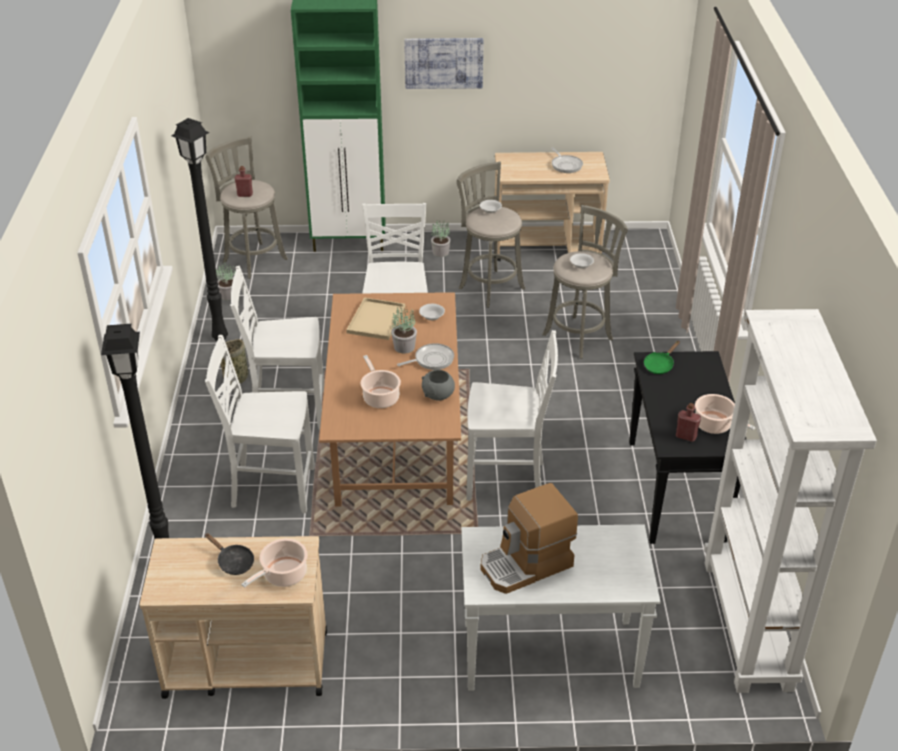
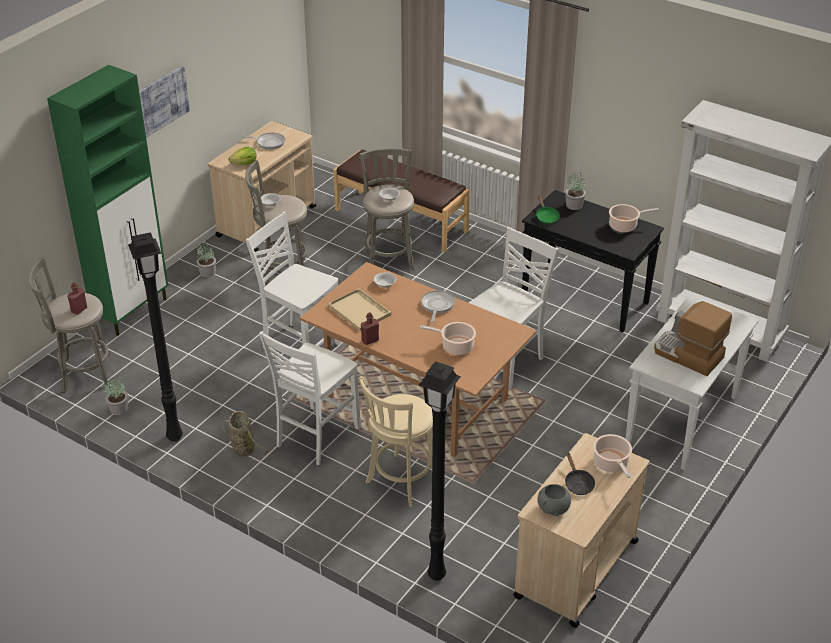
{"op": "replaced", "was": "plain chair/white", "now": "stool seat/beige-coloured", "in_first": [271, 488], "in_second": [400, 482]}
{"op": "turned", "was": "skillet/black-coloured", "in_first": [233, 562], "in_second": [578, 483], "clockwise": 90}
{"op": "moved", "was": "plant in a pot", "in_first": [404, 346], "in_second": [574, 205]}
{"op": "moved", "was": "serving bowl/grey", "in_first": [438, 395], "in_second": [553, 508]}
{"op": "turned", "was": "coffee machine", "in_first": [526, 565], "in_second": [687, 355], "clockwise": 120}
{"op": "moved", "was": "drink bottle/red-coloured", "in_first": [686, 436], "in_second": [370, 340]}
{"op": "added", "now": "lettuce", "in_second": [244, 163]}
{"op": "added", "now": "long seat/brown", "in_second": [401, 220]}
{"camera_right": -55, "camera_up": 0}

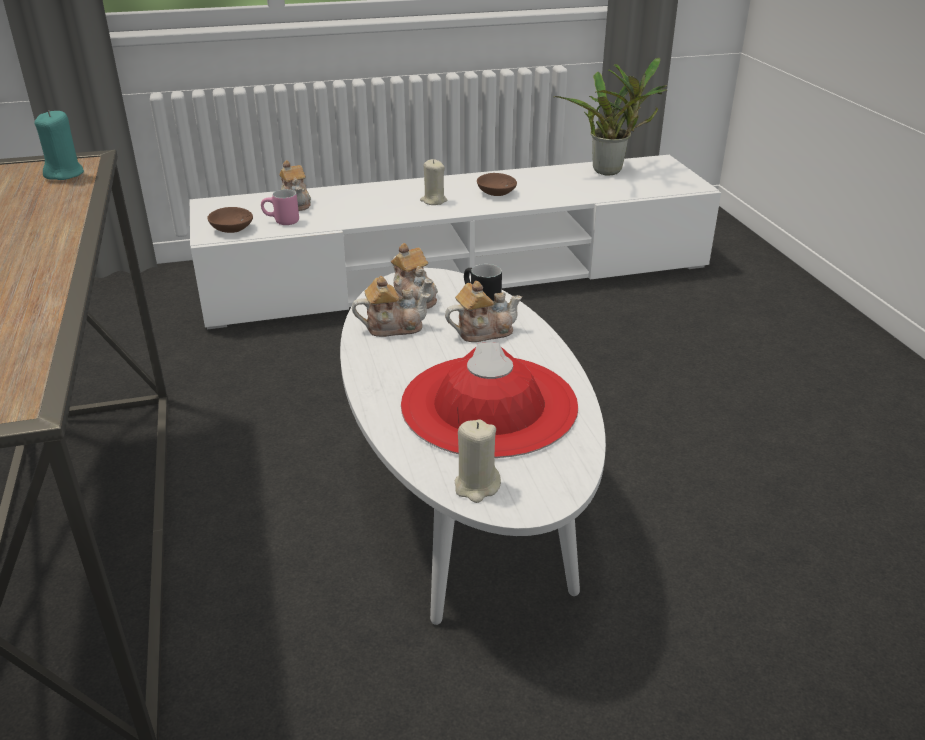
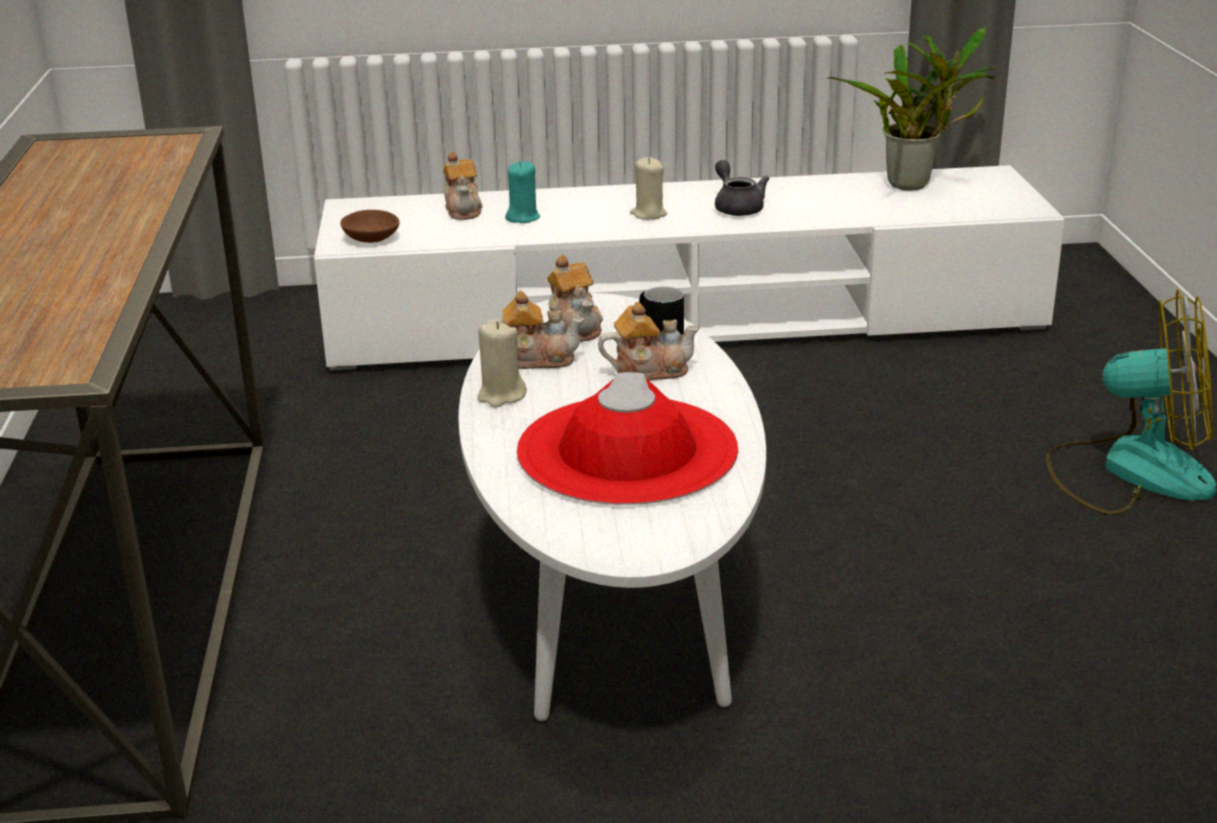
{"op": "moved", "was": "candle/blue-green", "in_first": [64, 174], "in_second": [523, 217]}
{"op": "removed", "was": "mug/pink-coloured", "in_first": [281, 222]}
{"op": "moved", "was": "candle/beige-coloured", "in_first": [476, 486], "in_second": [501, 396]}
{"op": "replaced", "was": "serving bowl/brown", "now": "pot for tea/grey", "in_first": [495, 193], "in_second": [737, 207]}
{"op": "added", "now": "fan", "in_second": [1130, 470]}
{"camera_right": 10, "camera_up": -5}

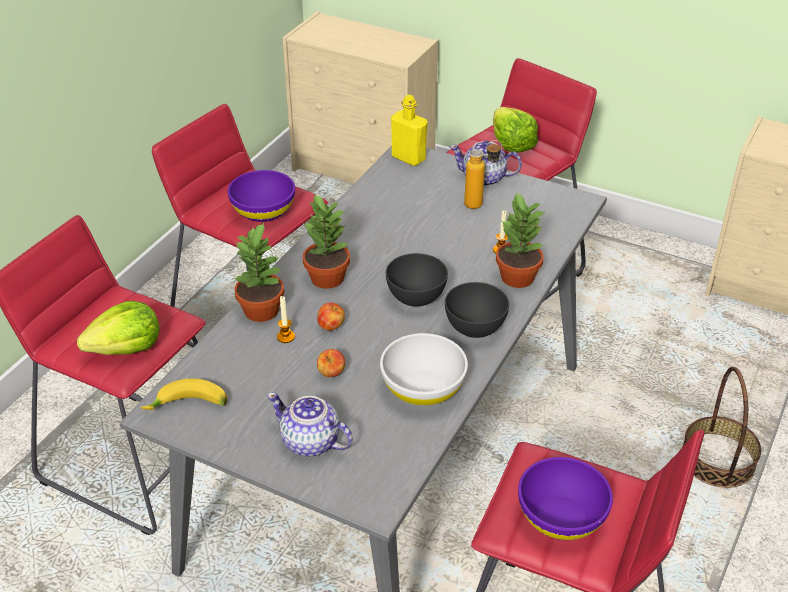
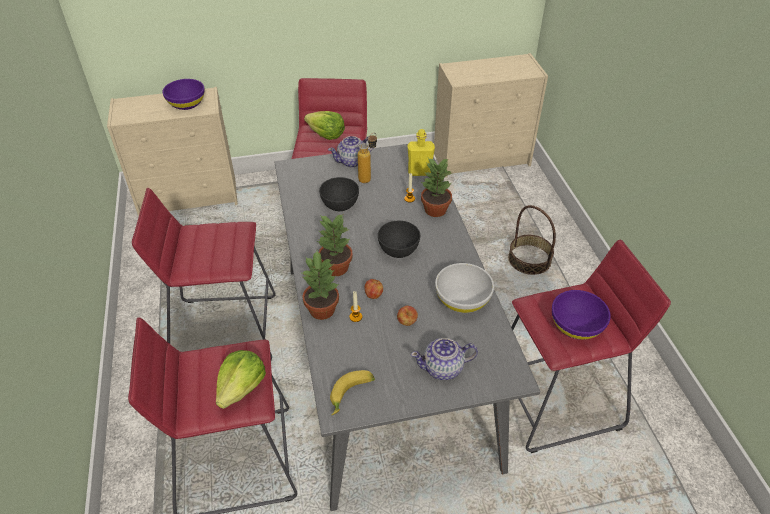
{"op": "moved", "was": "serving bowl/purple", "in_first": [263, 211], "in_second": [186, 104]}
{"op": "moved", "was": "drink bottle/yellow-coloured", "in_first": [408, 158], "in_second": [419, 172]}
{"op": "moved", "was": "serving bowl/grey", "in_first": [475, 328], "in_second": [340, 205]}
{"camera_right": -40, "camera_up": 5}

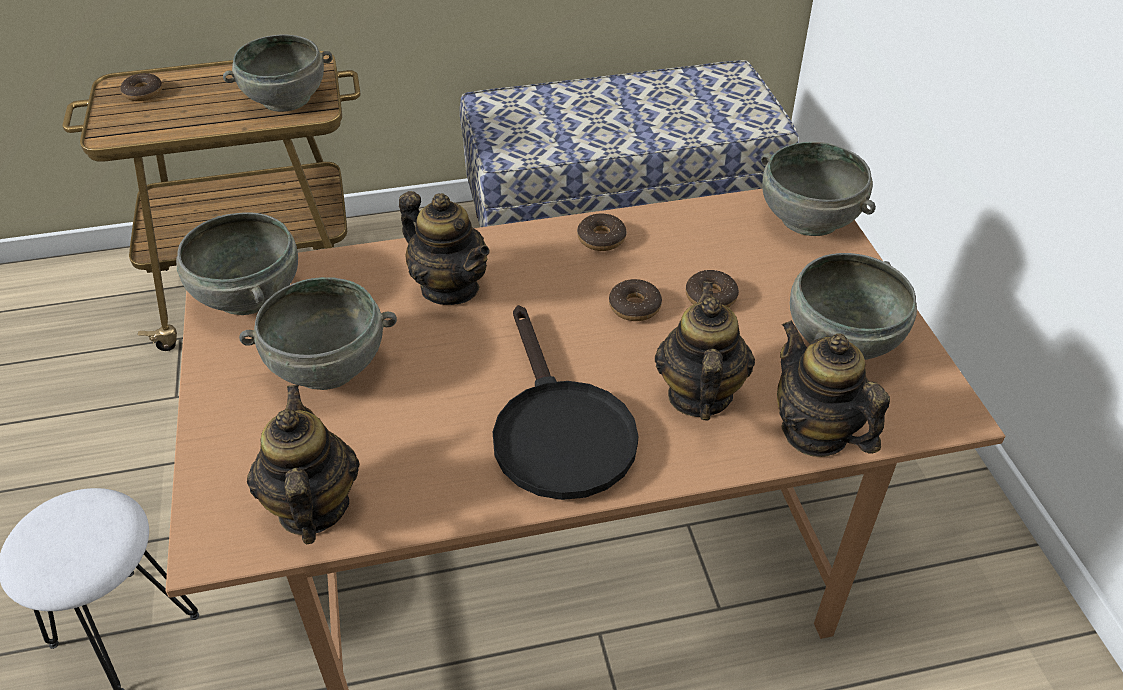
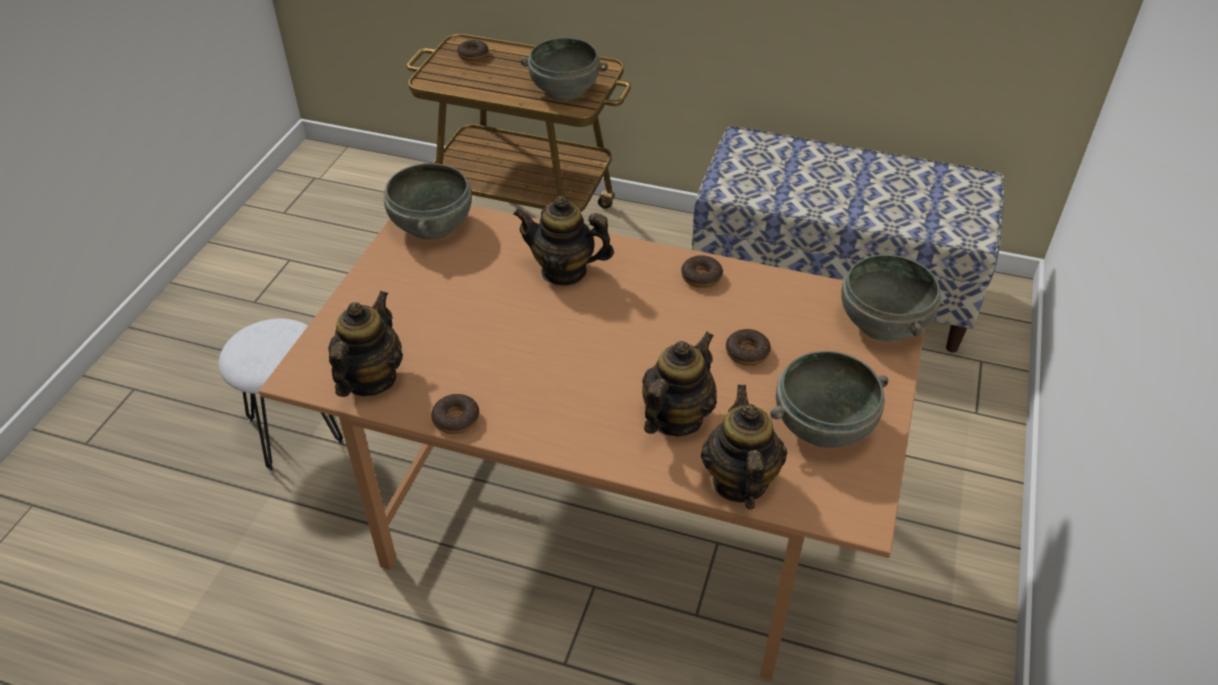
{"op": "removed", "was": "serving bowl/grey", "in_first": [327, 367]}
{"op": "turned", "was": "pot for tea", "in_first": [450, 287], "in_second": [564, 271], "clockwise": 120}
{"op": "removed", "was": "skillet/black-coloured", "in_first": [557, 429]}
{"op": "moved", "was": "donut", "in_first": [634, 306], "in_second": [456, 419]}
{"camera_right": 30, "camera_up": 0}

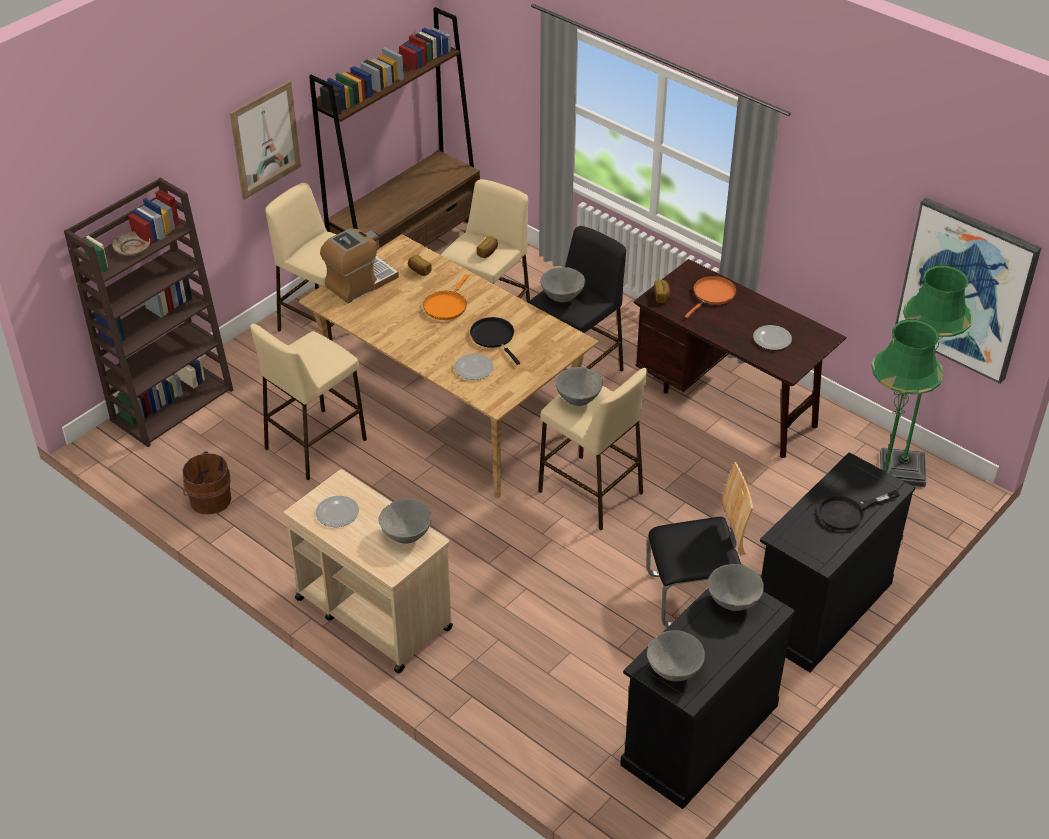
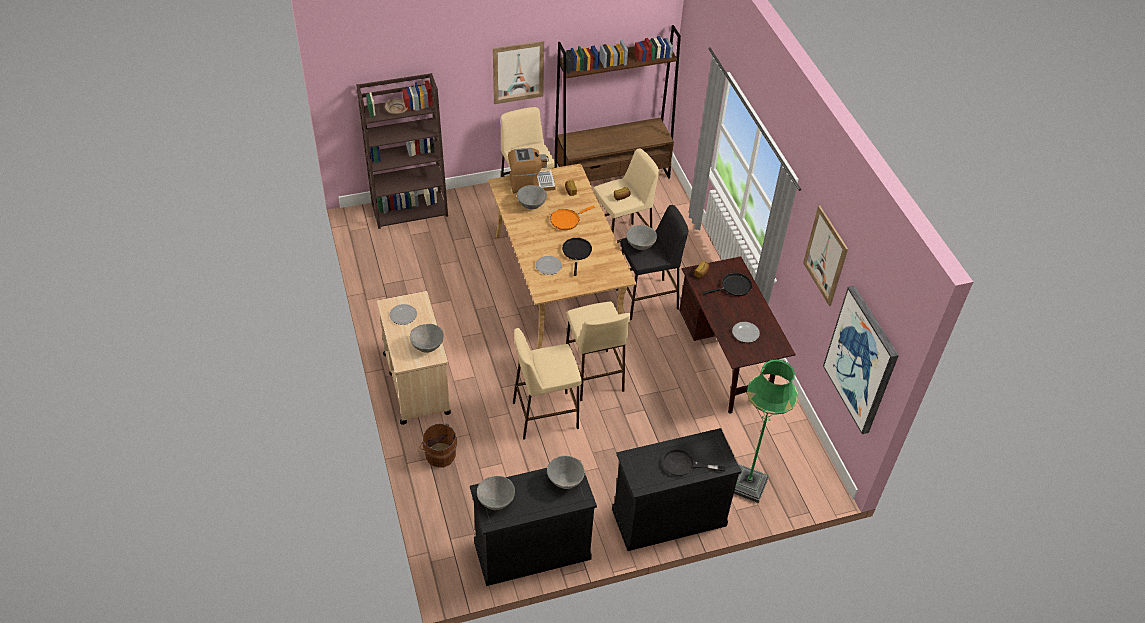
{"op": "moved", "was": "water bucket/brown", "in_first": [208, 499], "in_second": [439, 454]}
{"op": "moved", "was": "stool seat/beige-coloured", "in_first": [315, 444], "in_second": [544, 415]}
{"op": "moved", "was": "serving bowl/grey", "in_first": [578, 400], "in_second": [531, 205]}
{"op": "removed", "was": "plain chair", "in_first": [695, 596]}
{"op": "recoloured", "was": "skillet/orange-coloured", "now": "skillet/black-coloured", "in_first": [712, 295], "in_second": [734, 287]}
{"op": "removed", "was": "floor lamp/green-coloured", "in_first": [902, 469]}
{"op": "added", "now": "wall art", "in_second": [825, 256]}
{"camera_right": 30, "camera_up": 5}

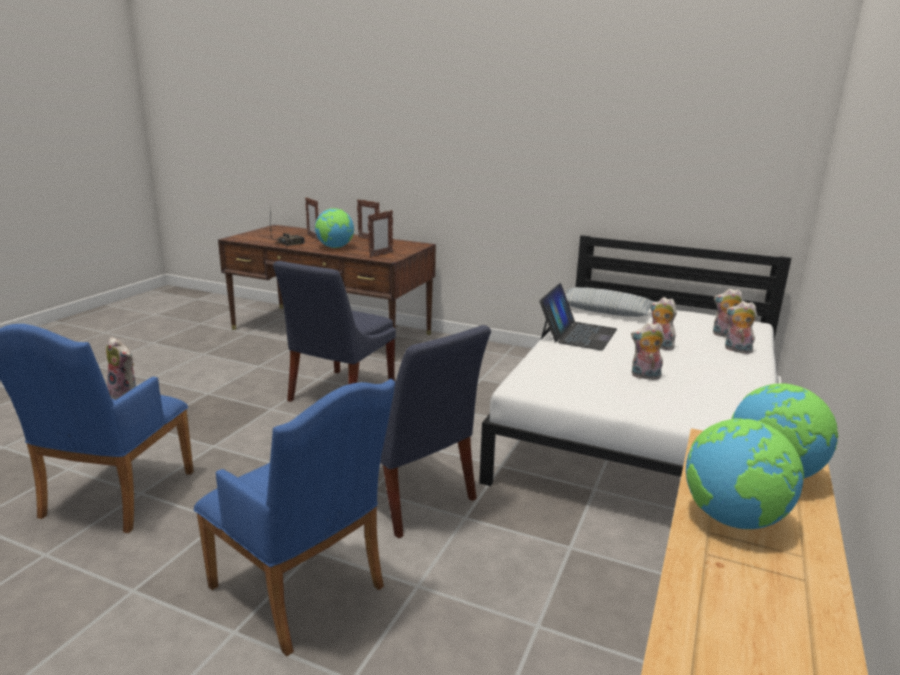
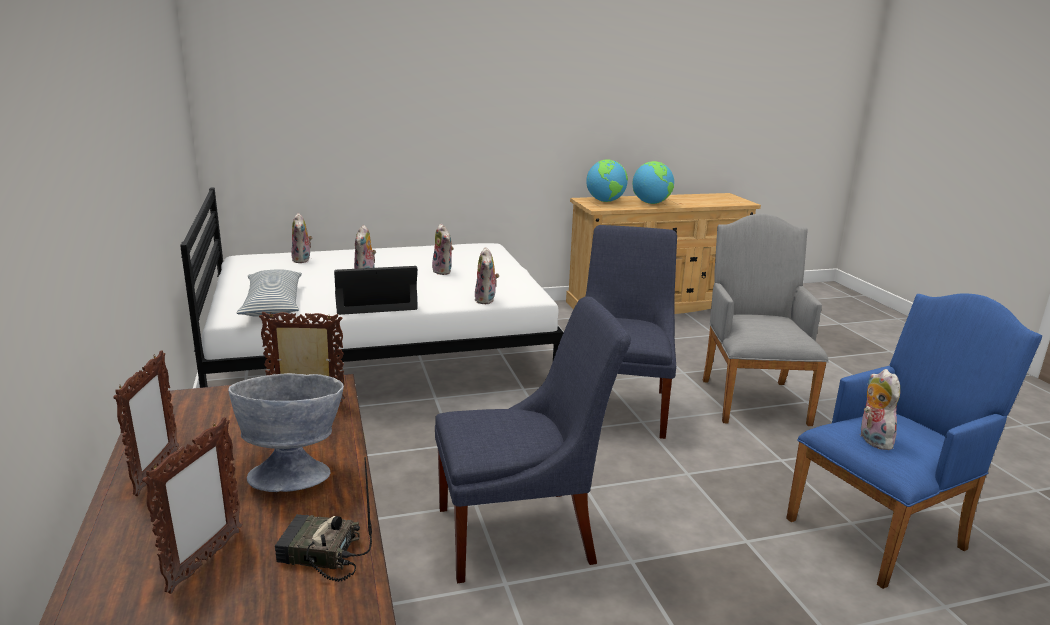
{"op": "recoloured", "was": "armchair/blue", "now": "armchair/grey", "in_first": [303, 592], "in_second": [752, 398]}
{"op": "replaced", "was": "globe", "now": "serving bowl/grey", "in_first": [335, 247], "in_second": [294, 472]}
{"op": "moved", "was": "cuddly toy", "in_first": [736, 350], "in_second": [486, 300]}
{"camera_right": -130, "camera_up": 0}

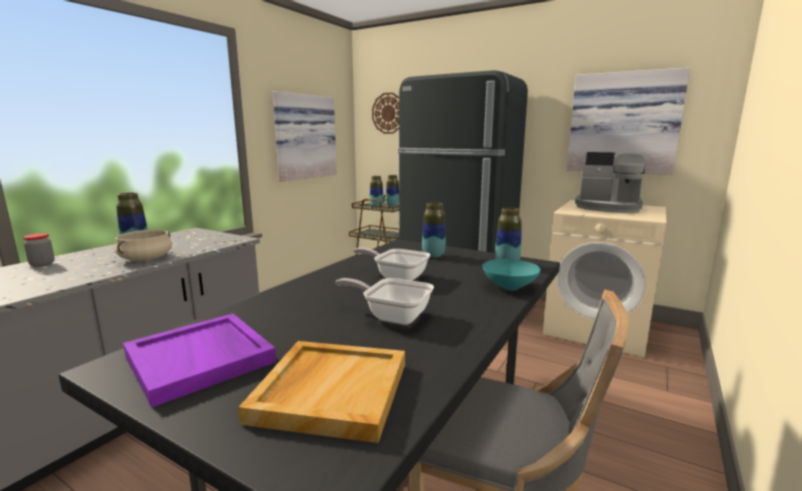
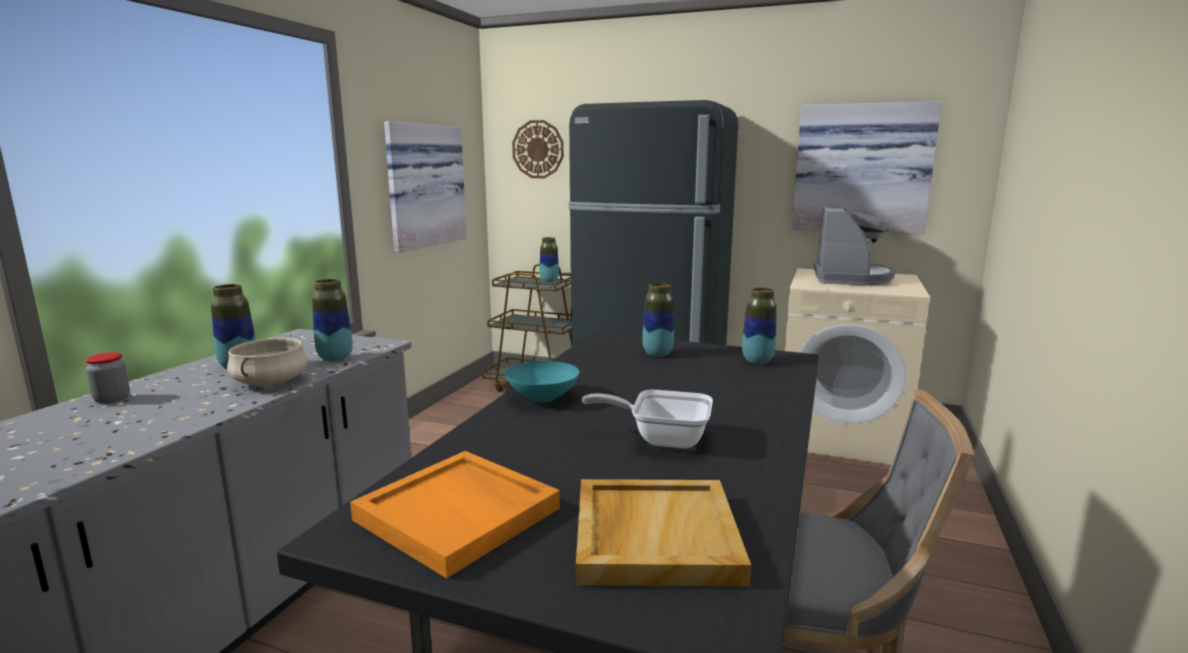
{"op": "recoloured", "was": "carrying tray/purple", "now": "carrying tray/orange-coloured", "in_first": [201, 359], "in_second": [460, 514]}
{"op": "removed", "was": "skillet", "in_first": [397, 277]}
{"op": "moved", "was": "flower vase", "in_first": [376, 207], "in_second": [335, 358]}
{"op": "moved", "was": "serving bowl/blue-green", "in_first": [508, 287], "in_second": [542, 398]}
{"op": "turned", "was": "coffee machine", "in_first": [608, 207], "in_second": [850, 278], "clockwise": -90}
{"camera_right": -10, "camera_up": 0}

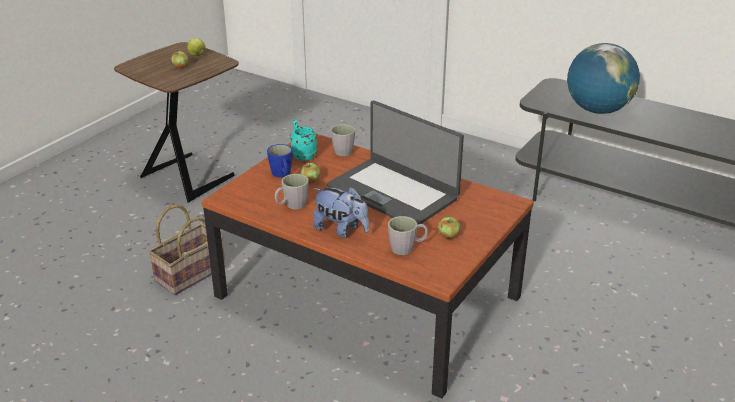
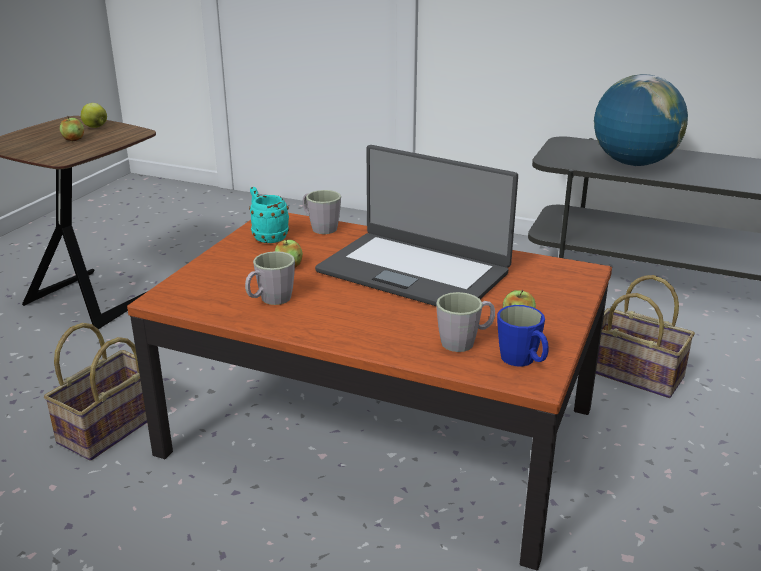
{"op": "moved", "was": "mug/blue", "in_first": [282, 175], "in_second": [523, 361]}
{"op": "removed", "was": "cuddly toy", "in_first": [341, 230]}
{"op": "added", "now": "household basket", "in_second": [637, 374]}
{"camera_right": -10, "camera_up": -5}

